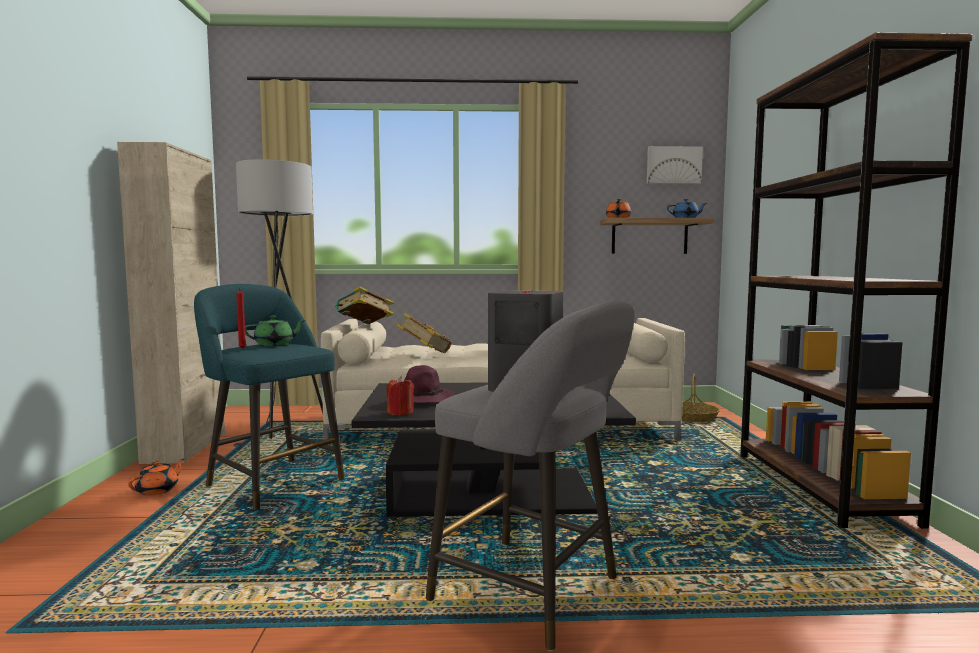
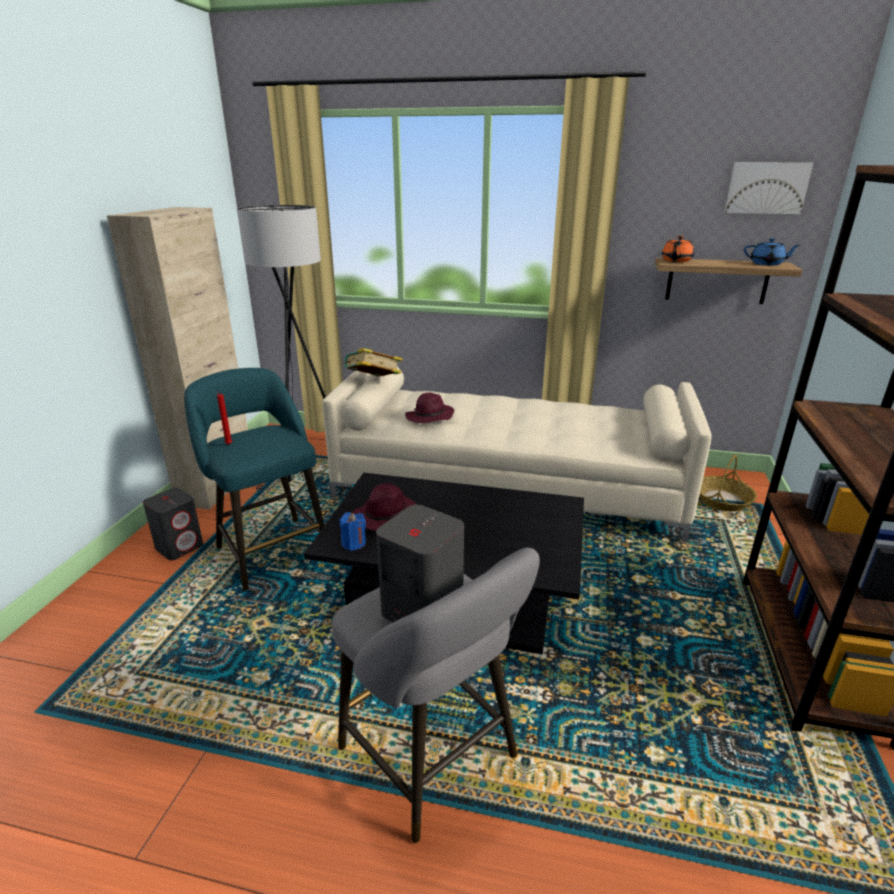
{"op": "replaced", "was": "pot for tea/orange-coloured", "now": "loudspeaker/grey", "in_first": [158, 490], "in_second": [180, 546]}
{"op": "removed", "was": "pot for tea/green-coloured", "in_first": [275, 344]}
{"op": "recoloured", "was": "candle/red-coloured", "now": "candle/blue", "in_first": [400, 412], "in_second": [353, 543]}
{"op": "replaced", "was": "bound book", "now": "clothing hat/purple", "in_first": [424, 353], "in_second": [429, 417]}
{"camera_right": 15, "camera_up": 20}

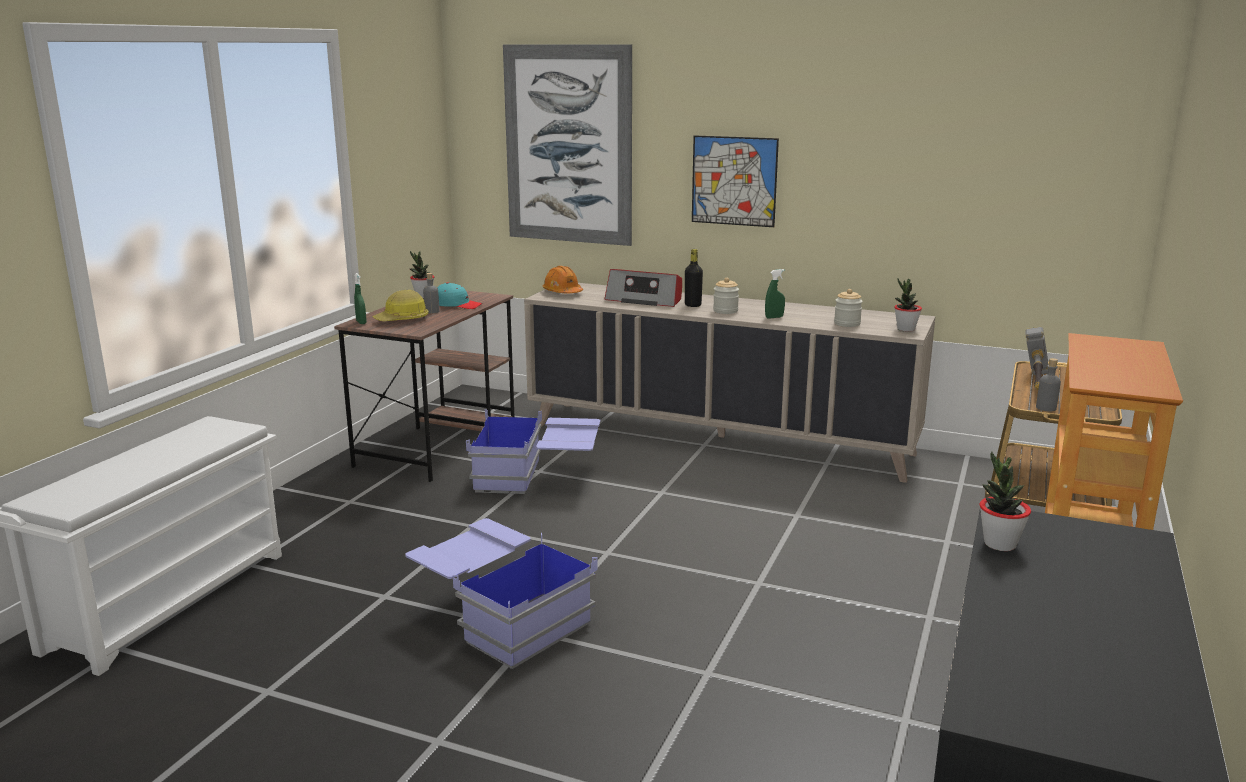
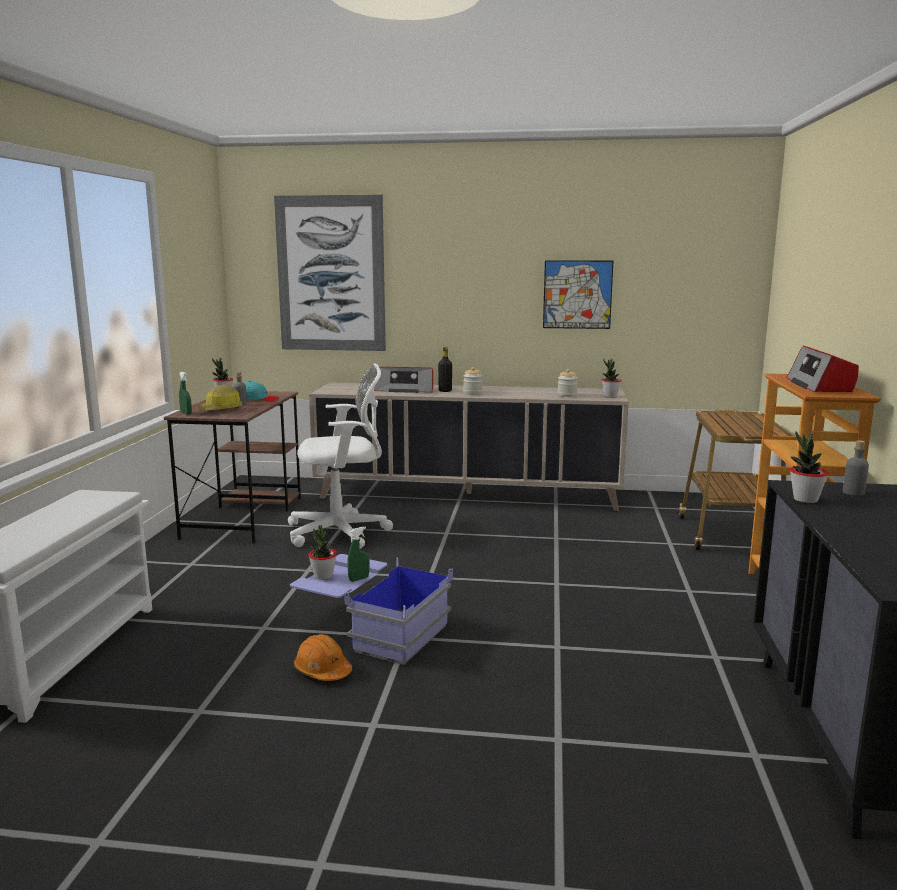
{"op": "replaced", "was": "storage box/blue", "now": "desk chair/white", "in_first": [537, 478], "in_second": [342, 532]}
{"op": "moved", "was": "work helmet/orange-coloured", "in_first": [562, 292], "in_second": [322, 671]}
{"op": "moved", "was": "wall art", "in_first": [734, 181], "in_second": [577, 294]}
{"op": "moved", "was": "sprayer/green-coloured", "in_first": [774, 317], "in_second": [359, 579]}
{"op": "removed", "was": "hammer", "in_first": [1035, 384]}
{"op": "moved", "was": "drink bottle/grey", "in_first": [1046, 408], "in_second": [853, 492]}
{"op": "added", "now": "plant in a pot", "in_second": [323, 576]}
{"op": "added", "now": "radio receiver", "in_second": [819, 385]}
{"camera_right": -15, "camera_up": -5}

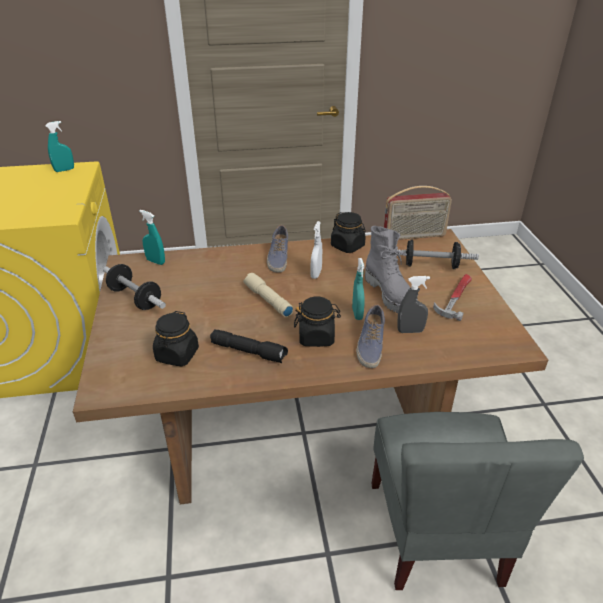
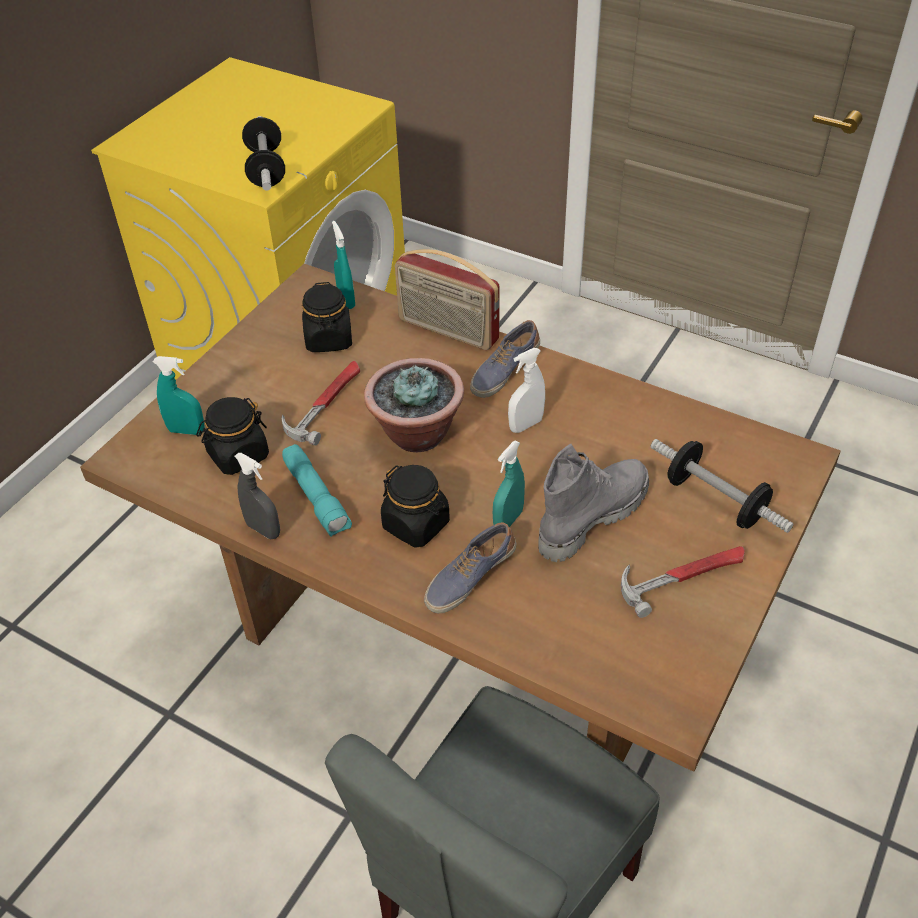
{"op": "moved", "was": "sprayer/blue-green", "in_first": [64, 170], "in_second": [186, 430]}
{"op": "moved", "was": "free weight", "in_first": [135, 298], "in_second": [266, 169]}
{"op": "recoloured", "was": "flashlight/black-coloured", "now": "flashlight/blue-green", "in_first": [249, 351], "in_second": [317, 497]}
{"op": "replaced", "was": "flashlight/beige-coloured", "now": "plant in a pot", "in_first": [267, 300], "in_second": [416, 434]}
{"op": "moved", "was": "storage jar/black-coloured", "in_first": [347, 246], "in_second": [329, 339]}
{"op": "turned", "was": "high-top boot/grey", "in_first": [390, 294], "in_second": [591, 516], "clockwise": -150}
{"op": "moved", "was": "radio receiver", "in_first": [414, 236], "in_second": [447, 331]}
{"op": "moved", "was": "sprayer/grey", "in_first": [410, 331], "in_second": [263, 530]}
{"op": "added", "now": "hammer", "in_second": [325, 403]}
{"camera_right": 40, "camera_up": 10}

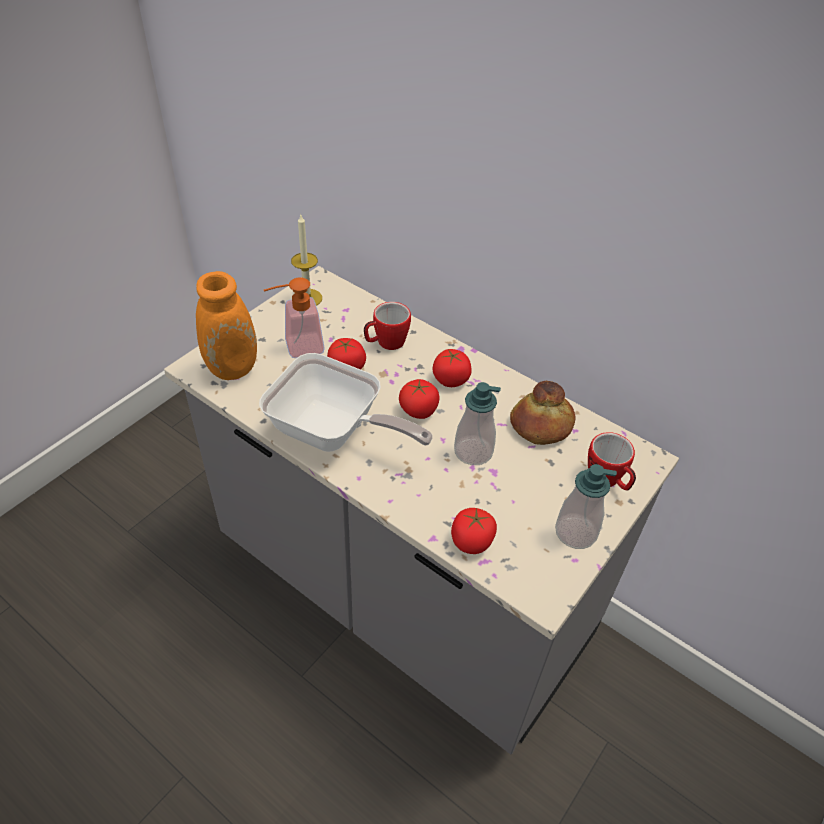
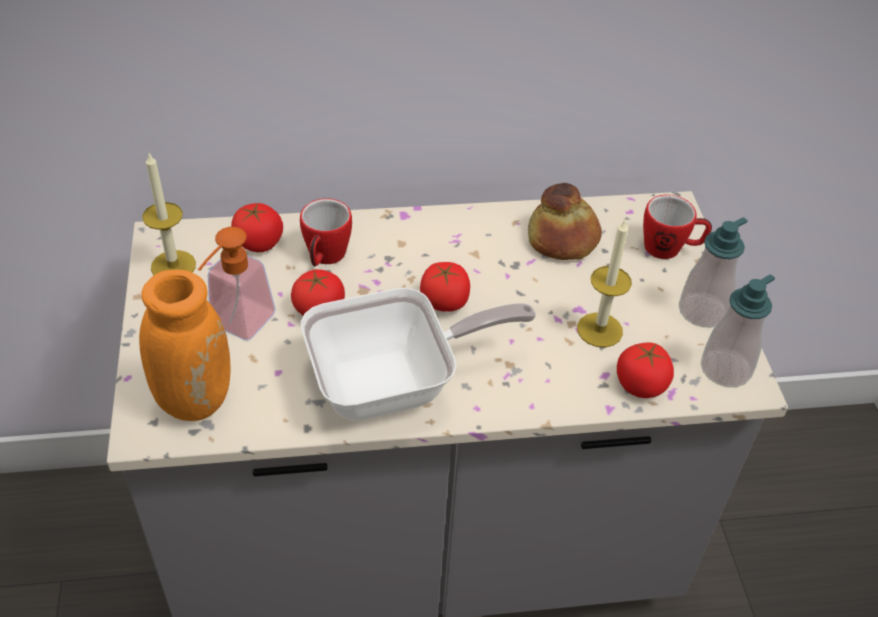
{"op": "moved", "was": "whole tomato", "in_first": [451, 379], "in_second": [259, 242]}
{"op": "moved", "was": "soap bottle", "in_first": [473, 452], "in_second": [725, 369]}
{"op": "added", "now": "candle", "in_second": [599, 330]}
{"camera_right": -45, "camera_up": 0}

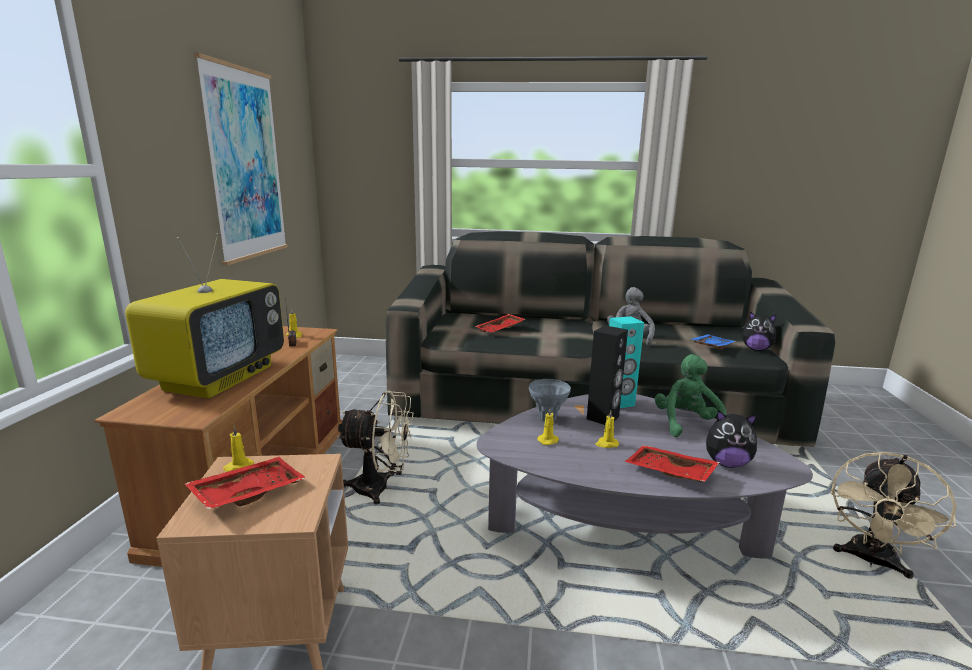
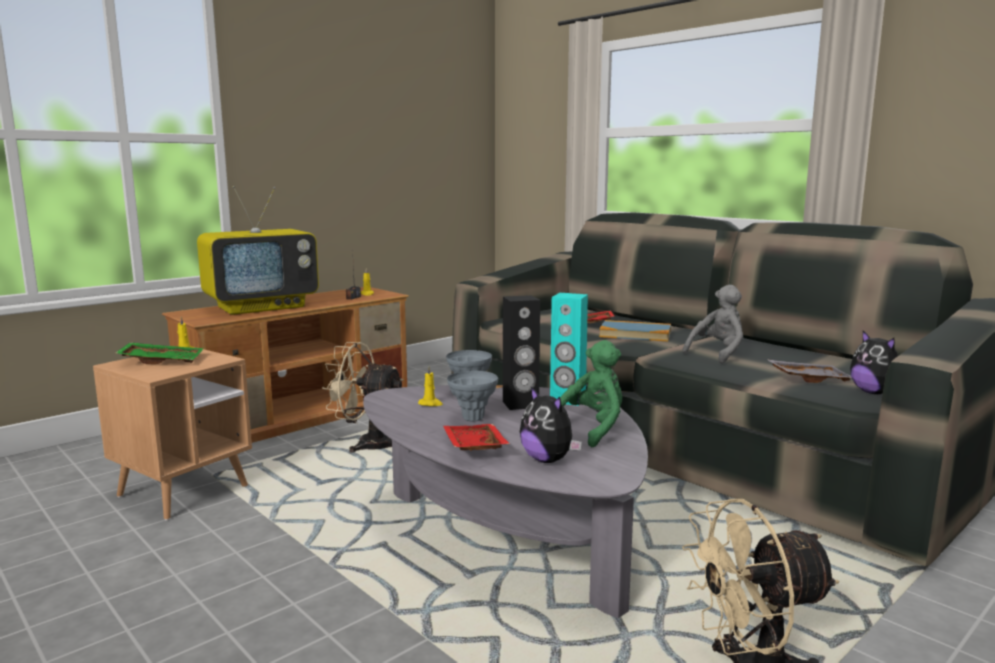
{"op": "recoloured", "was": "carrying tray/red-coloured", "now": "carrying tray/green-coloured", "in_first": [248, 492], "in_second": [162, 361]}
{"op": "removed", "was": "wall art", "in_first": [245, 165]}
{"op": "turned", "was": "fan/beige-coloured", "in_first": [380, 489], "in_second": [367, 444], "clockwise": 150}
{"op": "replaced", "was": "candle/yellow-coloured", "now": "flower vase/grey", "in_first": [606, 444], "in_second": [472, 418]}
{"op": "recoloured", "was": "carrying tray/blue", "now": "carrying tray/grey", "in_first": [711, 347], "in_second": [808, 379]}
{"op": "added", "now": "bound book", "in_second": [635, 334]}
{"camera_right": 40, "camera_up": -5}

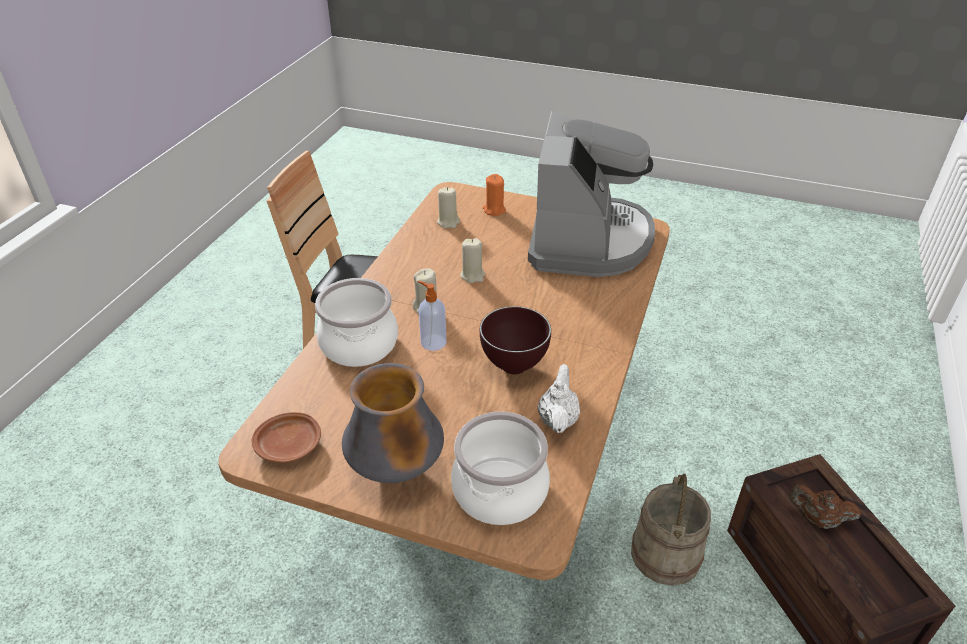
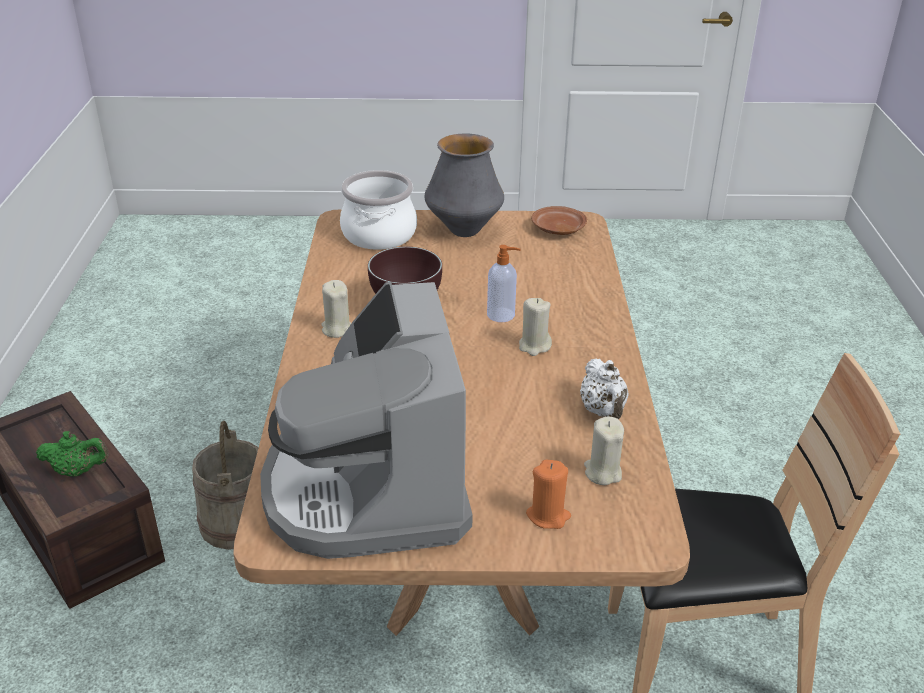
{"op": "removed", "was": "cooking pot", "in_first": [358, 344]}
{"op": "moved", "was": "candle/beige-coloured", "in_first": [472, 275], "in_second": [336, 329]}
{"op": "moved", "was": "pot for tea/white", "in_first": [557, 419], "in_second": [603, 412]}
{"op": "recoloured", "was": "pot for tea/brown", "now": "pot for tea/green-coloured", "in_first": [817, 519], "in_second": [78, 471]}
{"camera_right": 160, "camera_up": -5}

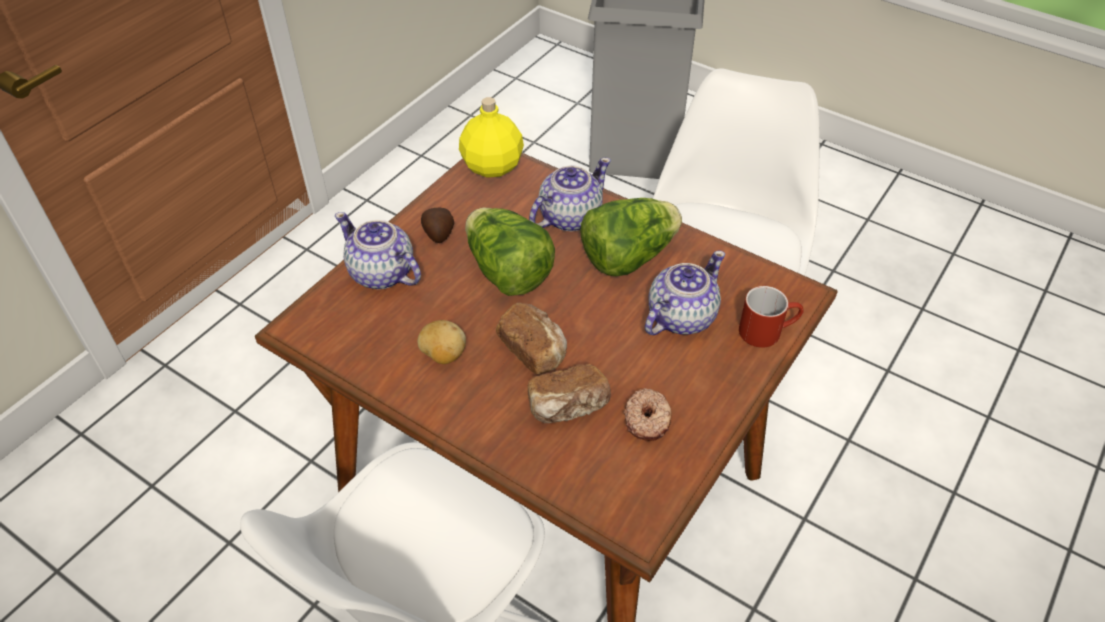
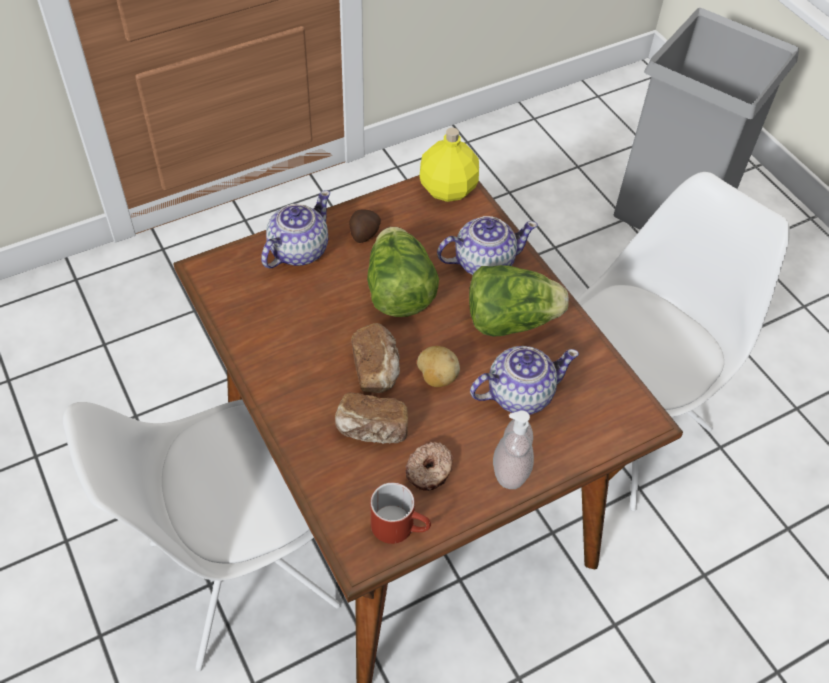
{"op": "turned", "was": "pot for tea", "in_first": [382, 274], "in_second": [297, 251], "clockwise": 60}
{"op": "moved", "was": "potato", "in_first": [443, 355], "in_second": [436, 377]}
{"op": "moved", "was": "mug/red-coloured", "in_first": [767, 330], "in_second": [401, 526]}
{"op": "added", "now": "soap bottle", "in_second": [511, 470]}
{"camera_right": 25, "camera_up": 5}

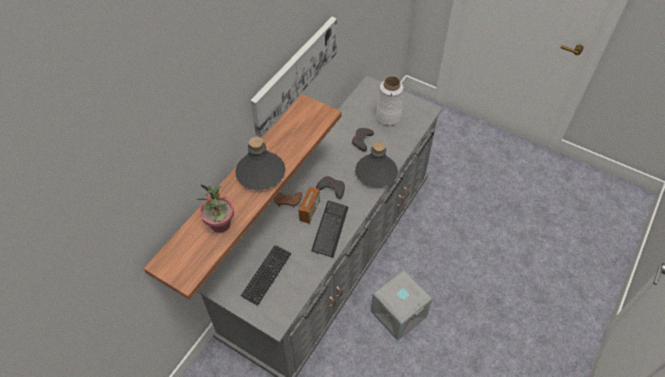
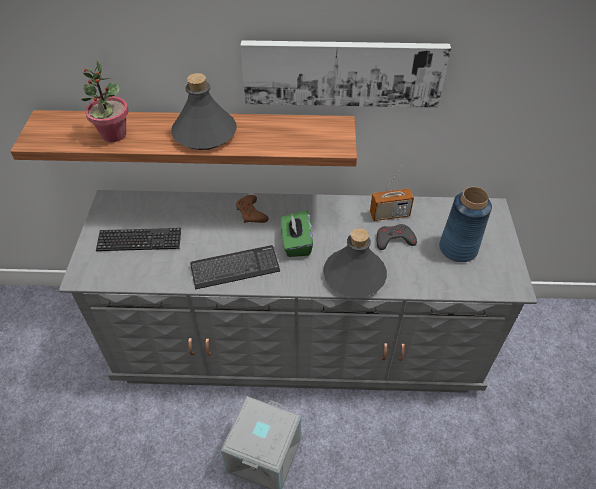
{"op": "moved", "was": "radio receiver", "in_first": [309, 211], "in_second": [389, 214]}
{"op": "replaced", "was": "gamepad/grey", "now": "box of tissues/green-coloured", "in_first": [331, 188], "in_second": [296, 243]}
{"op": "recoloured", "was": "flower vase/white", "now": "flower vase/blue", "in_first": [388, 116], "in_second": [458, 248]}
{"camera_right": 60, "camera_up": -5}

